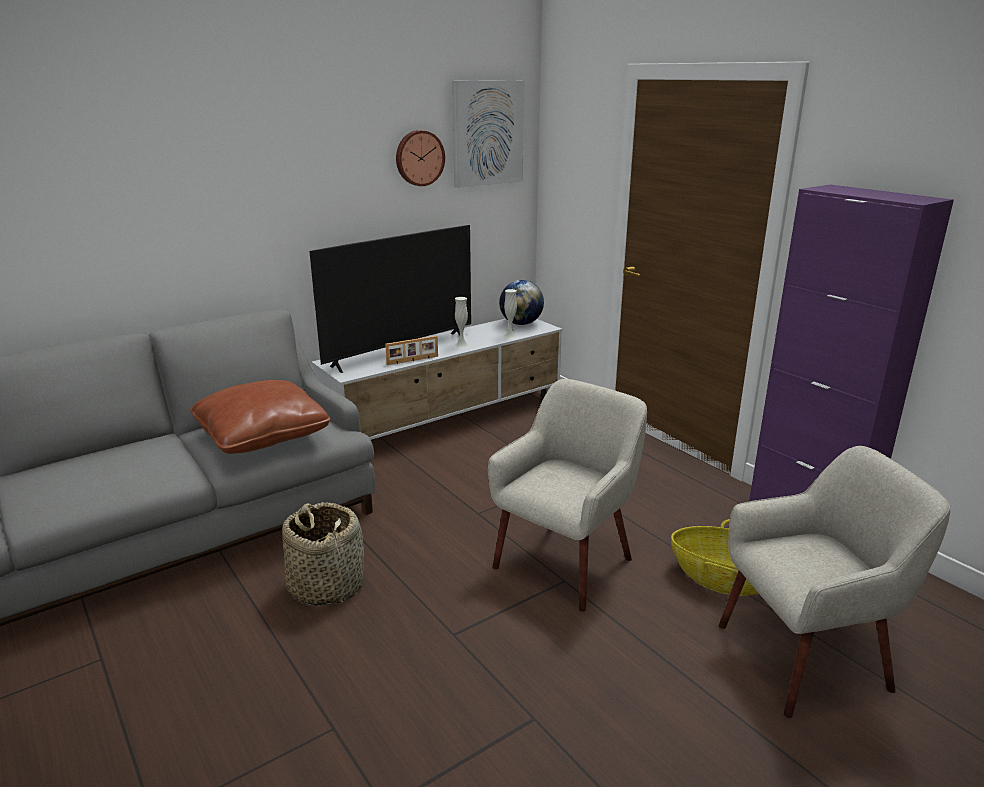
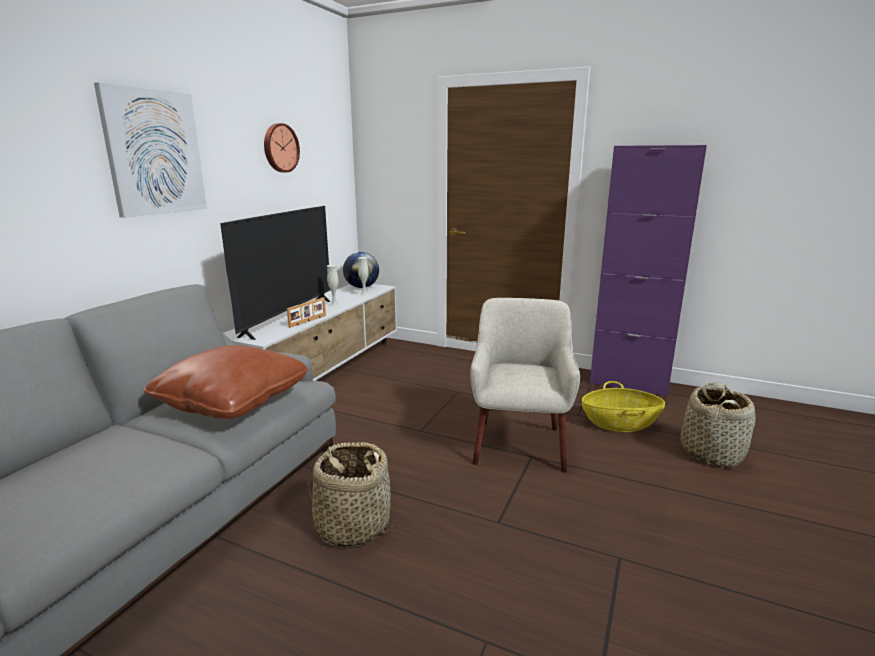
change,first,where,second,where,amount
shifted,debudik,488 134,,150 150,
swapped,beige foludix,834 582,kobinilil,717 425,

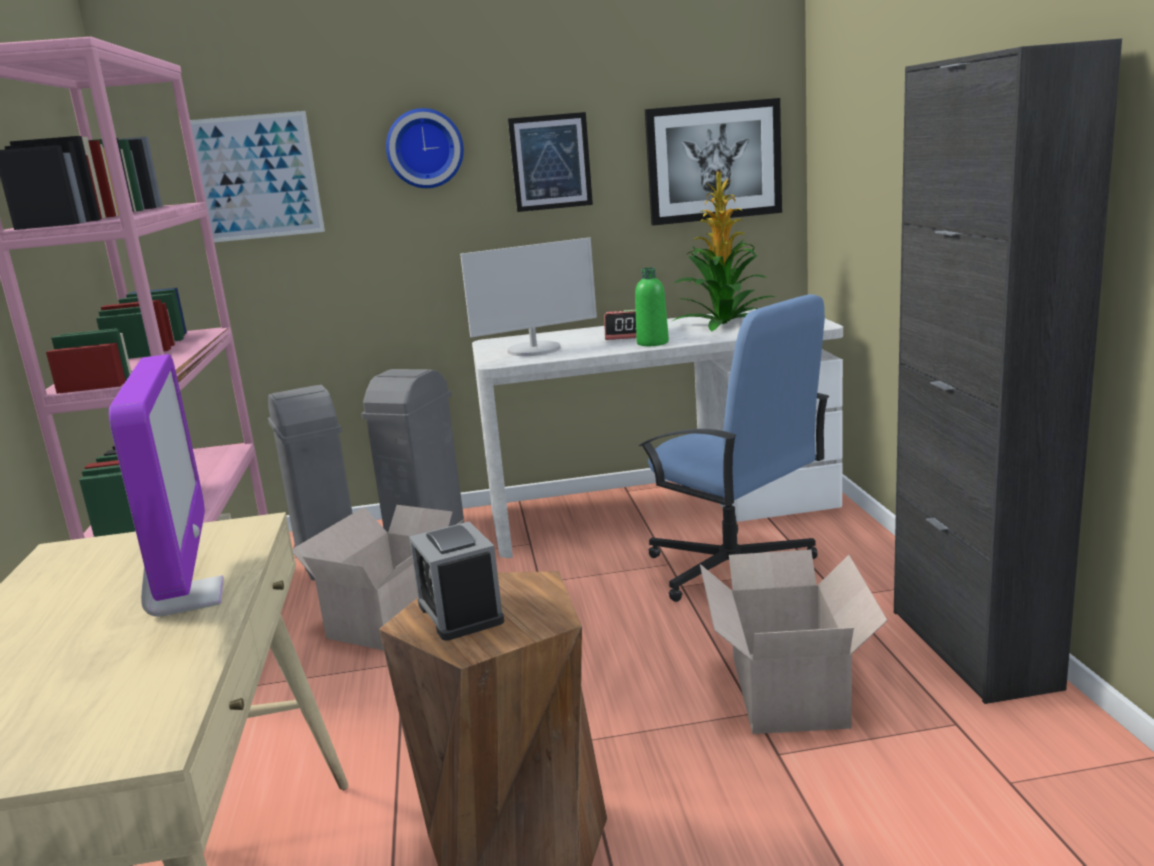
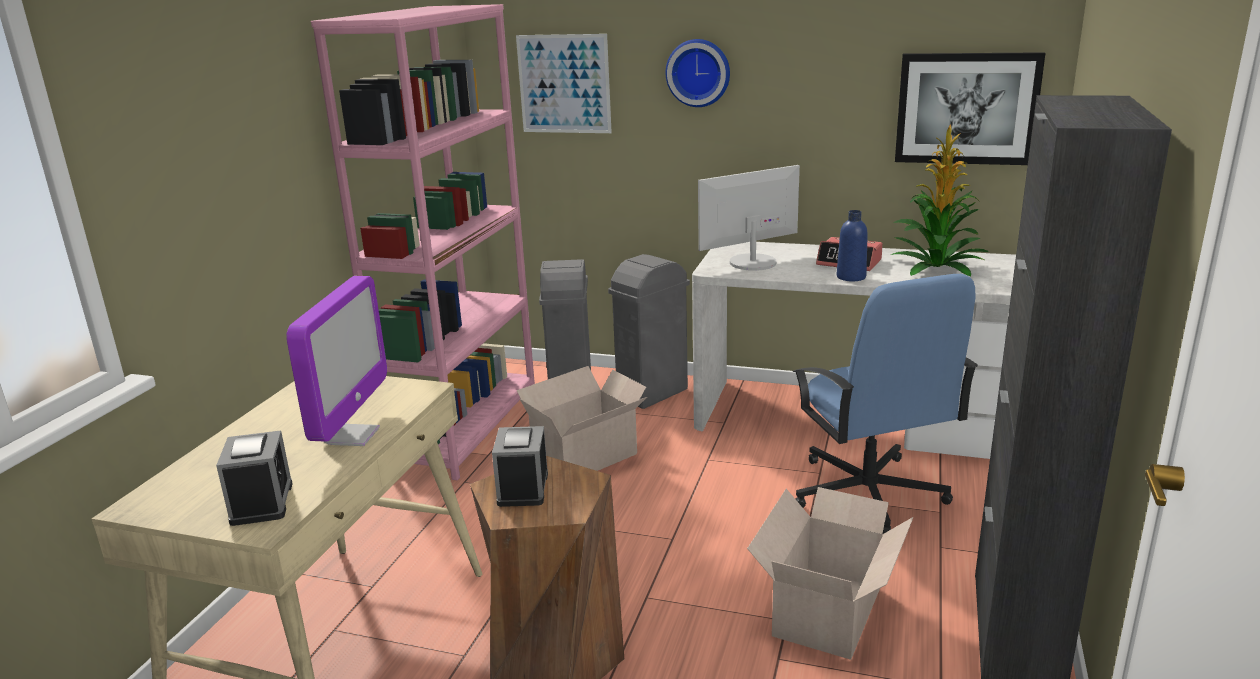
change,first,where,second,where,amount
rotated,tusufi,528 296,,749 218,150 degrees clockwise
gone,debudik,550 162,,,
repainted,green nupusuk,652 306,blue nupusuk,852 245,
new,,,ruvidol,254 478,

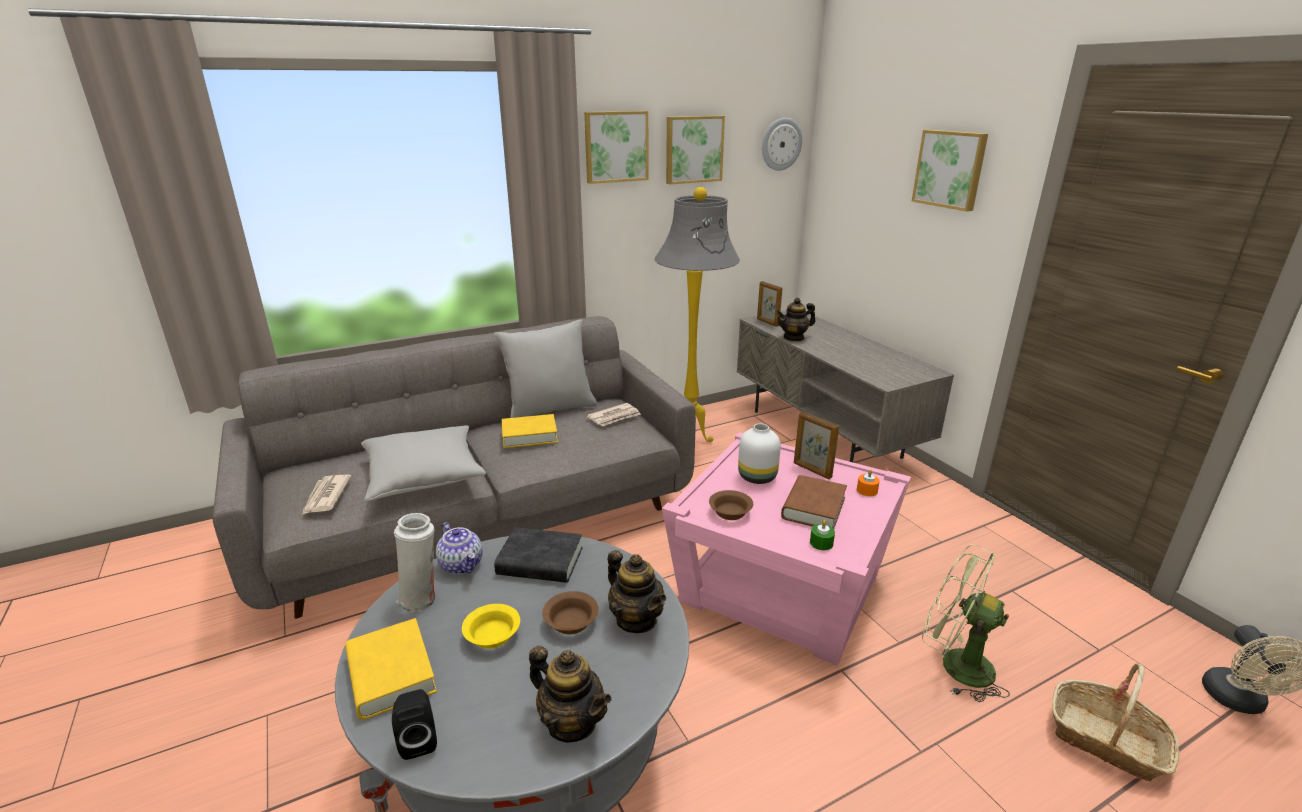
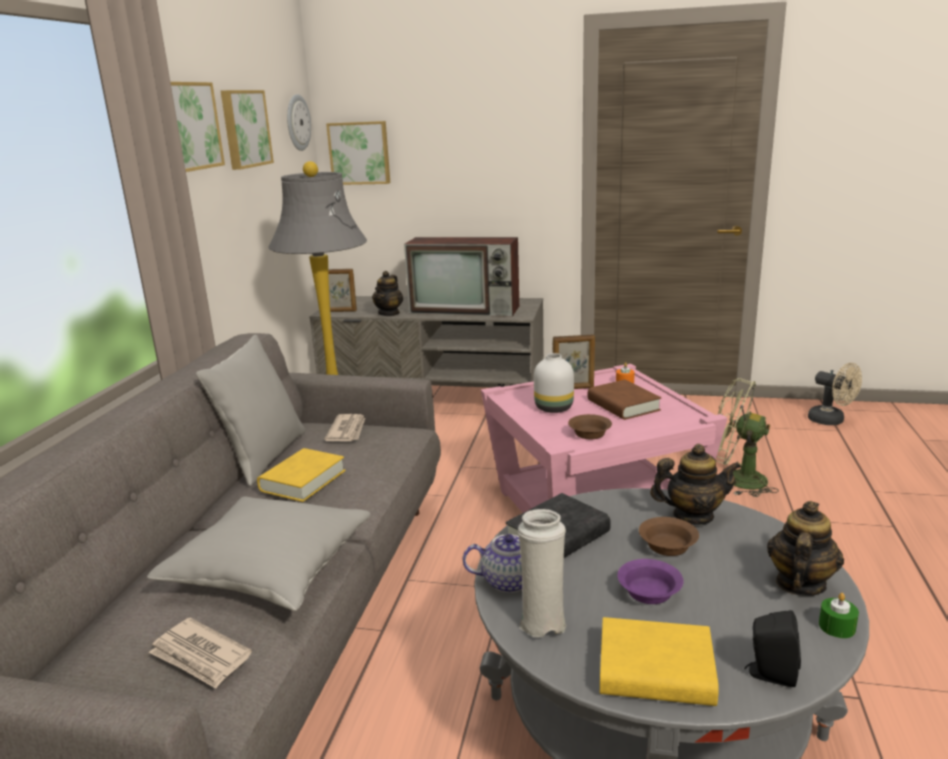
change,first,where,second,where,amount
repainted,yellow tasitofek,491 626,purple tasitofek,650 581,
rotated,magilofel,570 693,,805 548,45 degrees counterclockwise
shifted,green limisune,822 535,,839 615,
shifted,debudik,950 170,,358 153,
rotated,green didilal,966 623,,747 437,45 degrees clockwise
gone,kobinilil,1115 722,,,
new,,,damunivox,461 277,

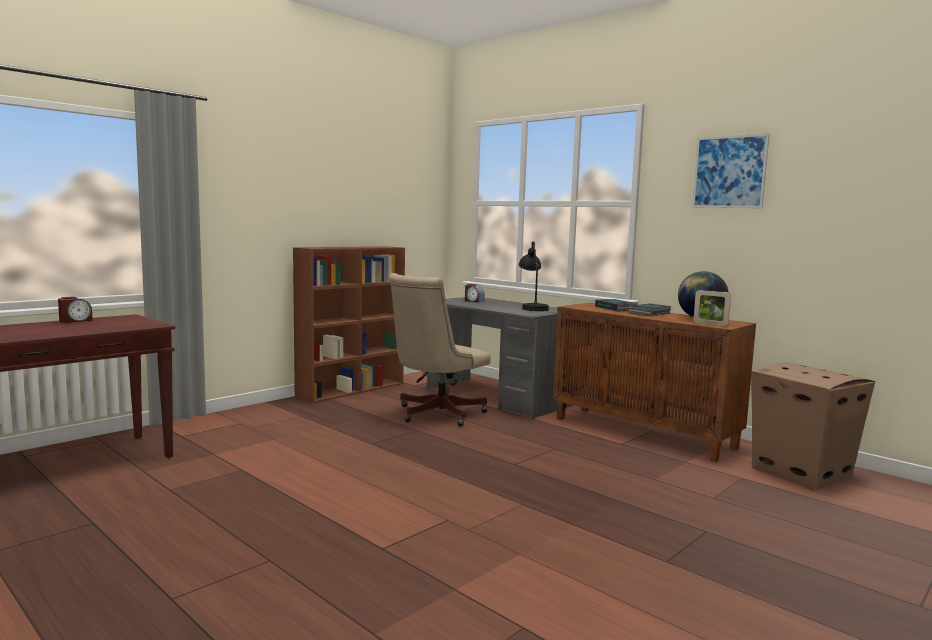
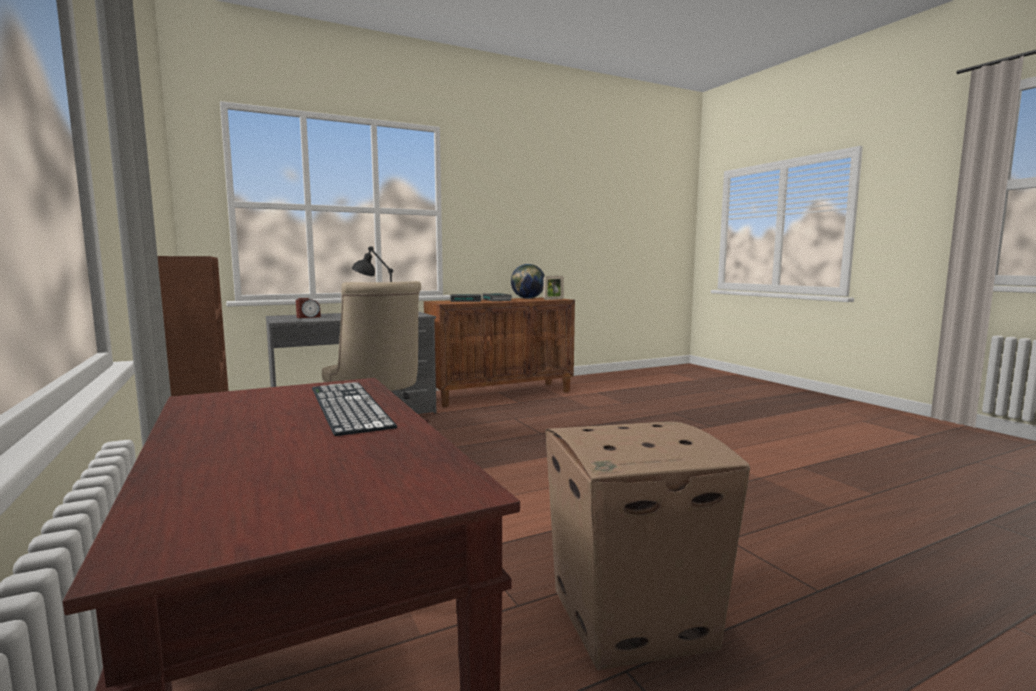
change,first,where,second,where,amount
gone,ruvidol,75 310,,,
gone,debudik,731 170,,,
shifted,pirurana,813 426,,647 545,
new,,,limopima,354 409,

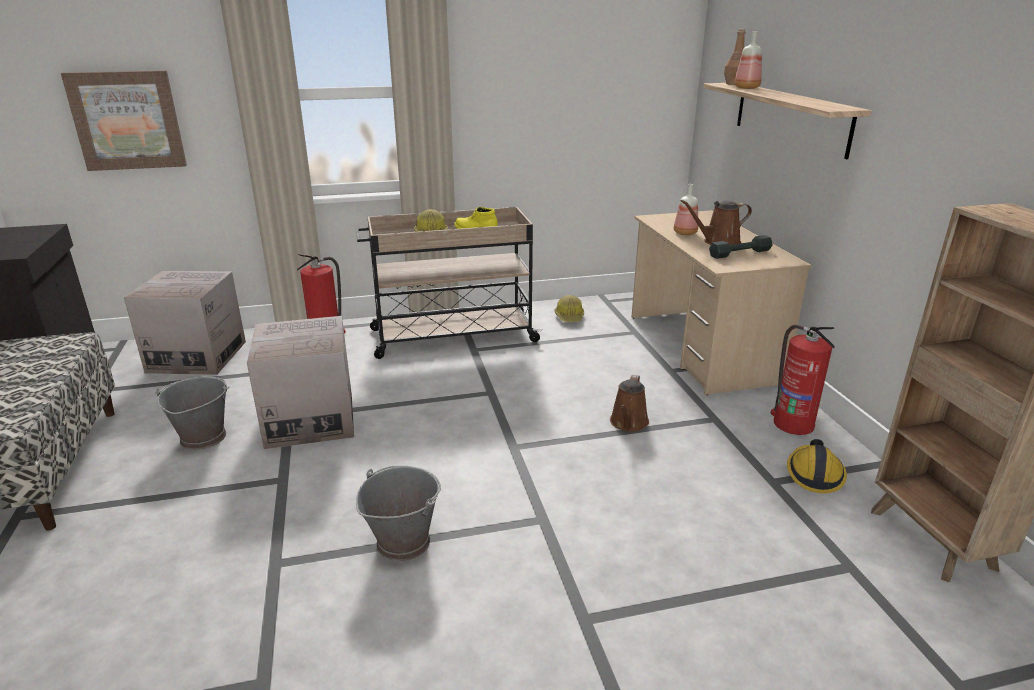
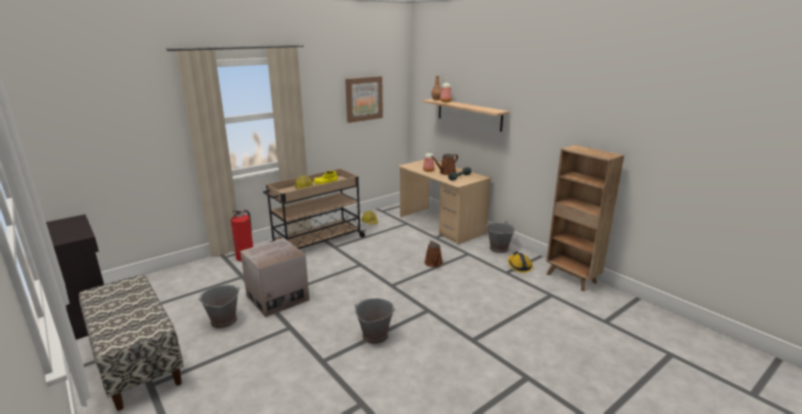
change,first,where,second,where,amount
shifted,debudik,124 120,,364 99,
gone,pirurana,185 323,,,
swapped,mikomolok,803 379,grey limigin,501 237,

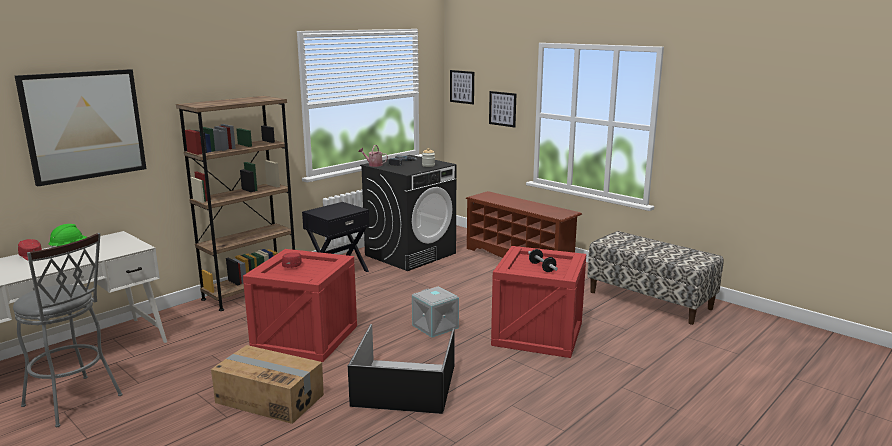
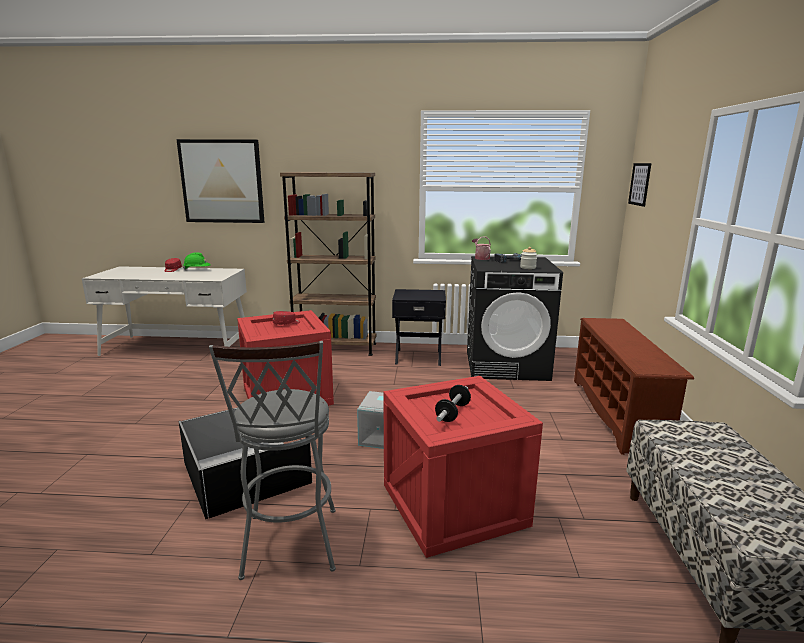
change,first,where,second,where,amount
shifted,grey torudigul,68 330,,272 460,
gone,pirurana,267 384,,,
gone,debudik,502 109,,,

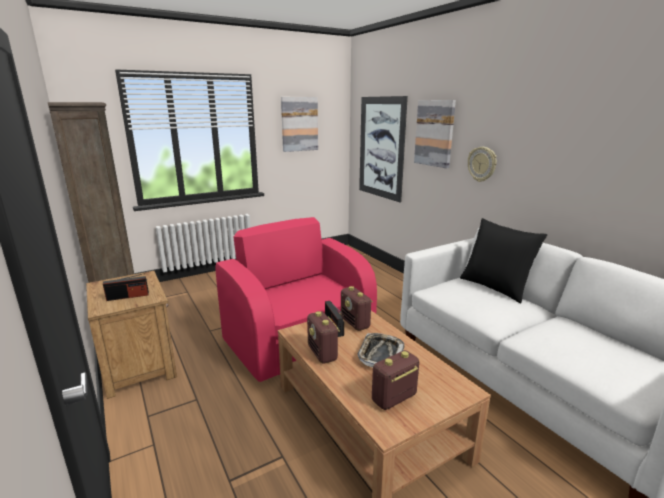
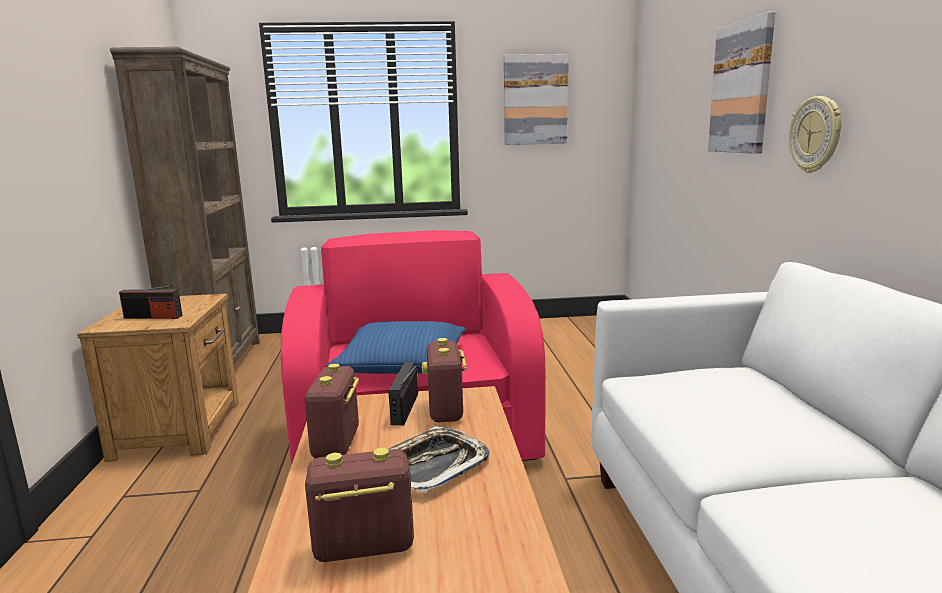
change,first,where,second,where,amount
gone,debudik,383 149,,,
gone,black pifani,503 260,,,
new,,,blue pifani,396 347,

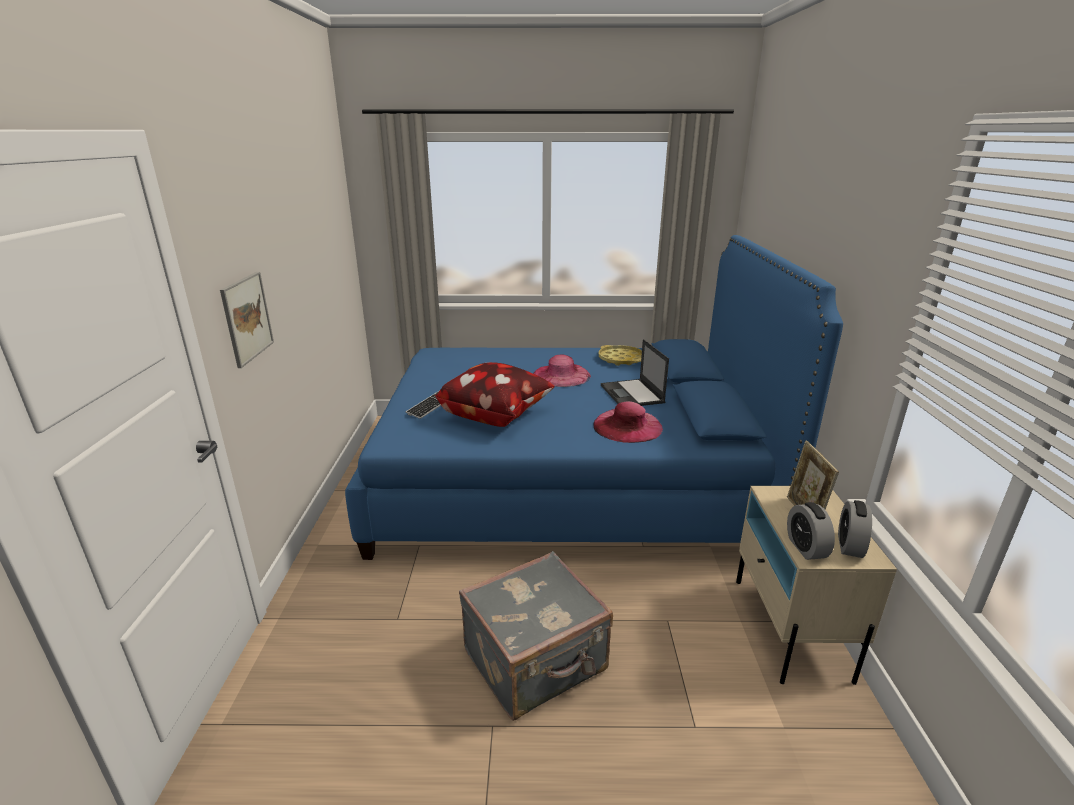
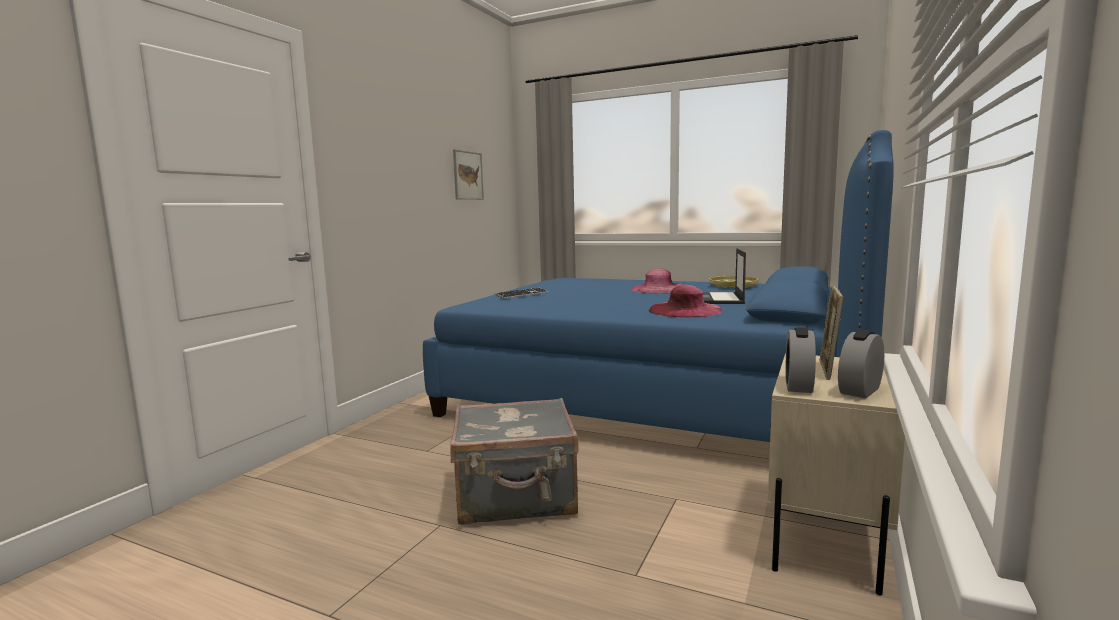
change,first,where,second,where,amount
shifted,debudik,247 320,,468 174,
gone,pifani,495 394,,,

